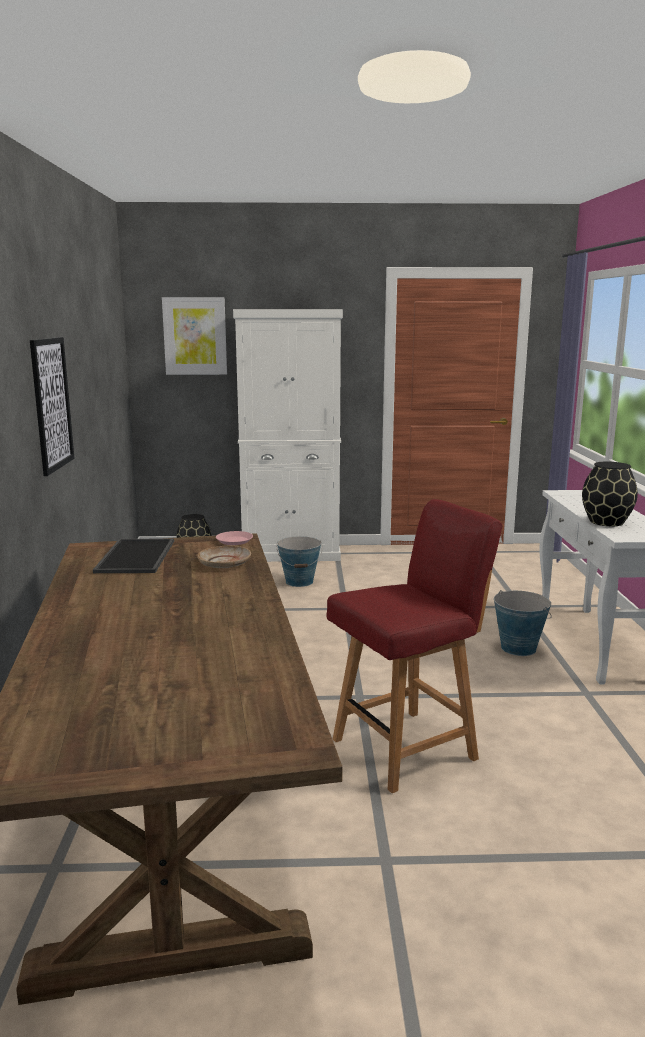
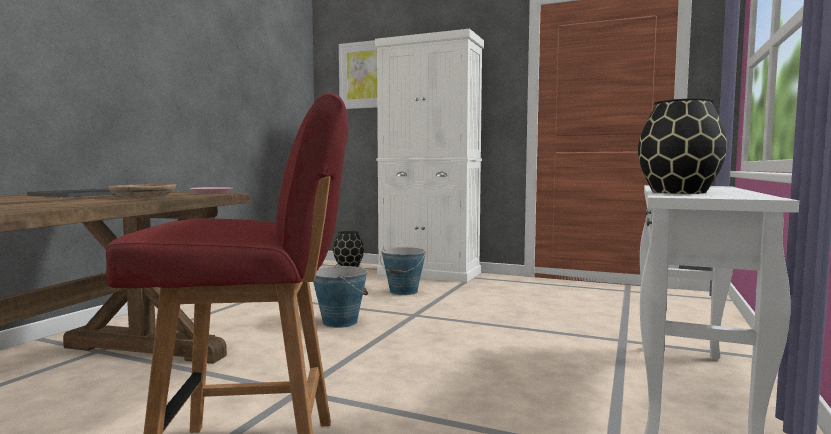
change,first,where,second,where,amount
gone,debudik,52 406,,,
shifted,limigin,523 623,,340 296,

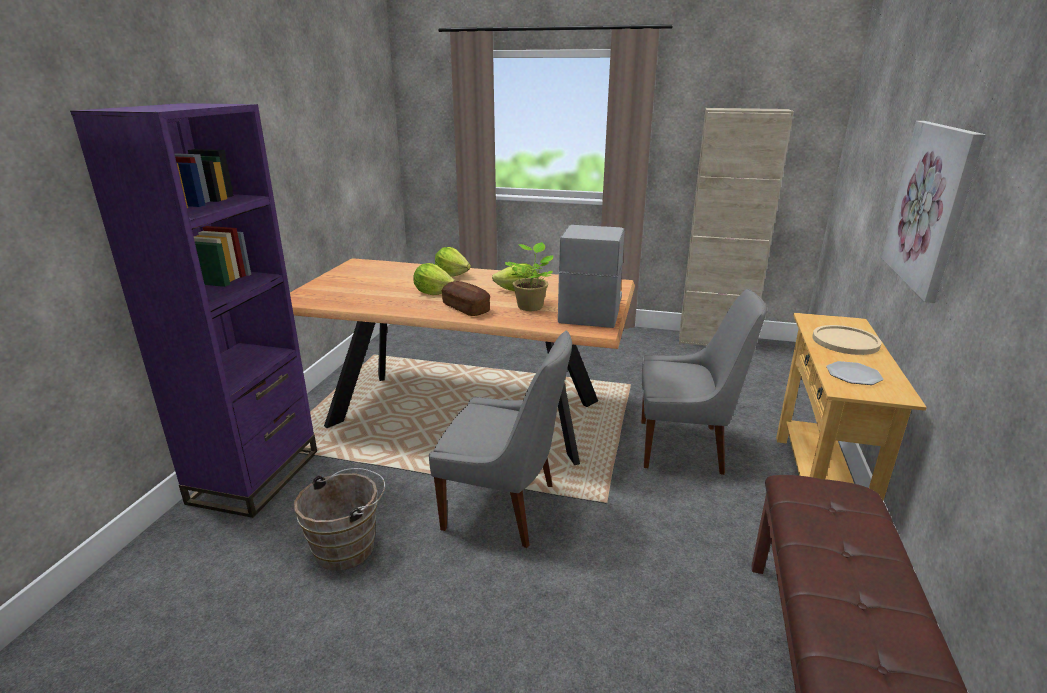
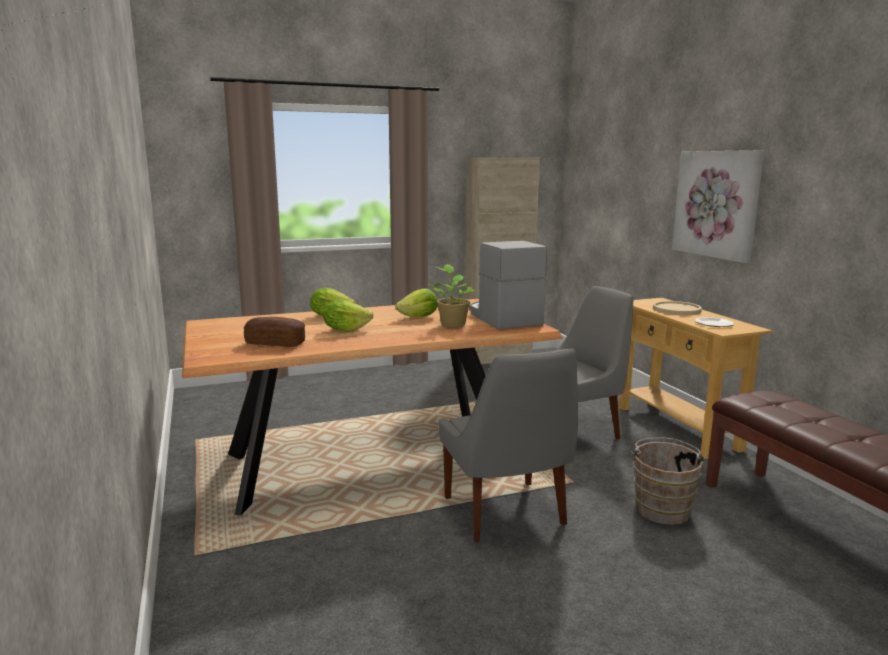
change,first,where,second,where,amount
gone,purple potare,193 310,,,
shifted,brown limigin,339 519,,668 481,
rotated,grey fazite,500 439,,508 445,90 degrees clockwise
shifted,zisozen,466 298,,274 332,

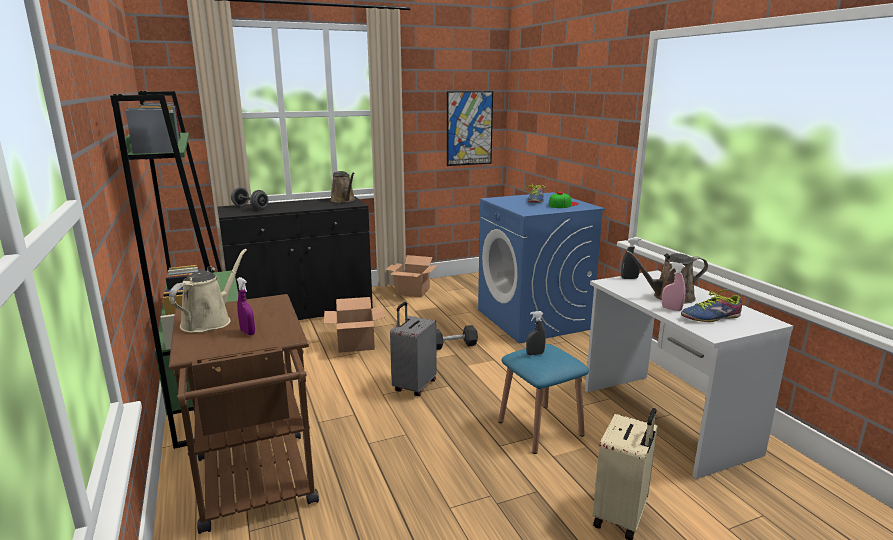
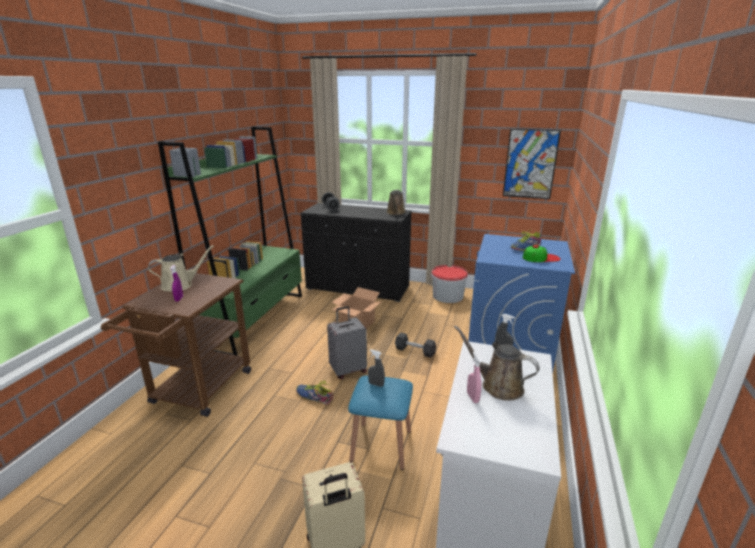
change,first,where,second,where,amount
swapped,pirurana,411 276,limigin,449 284,
shifted,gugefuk,711 305,,314 392,

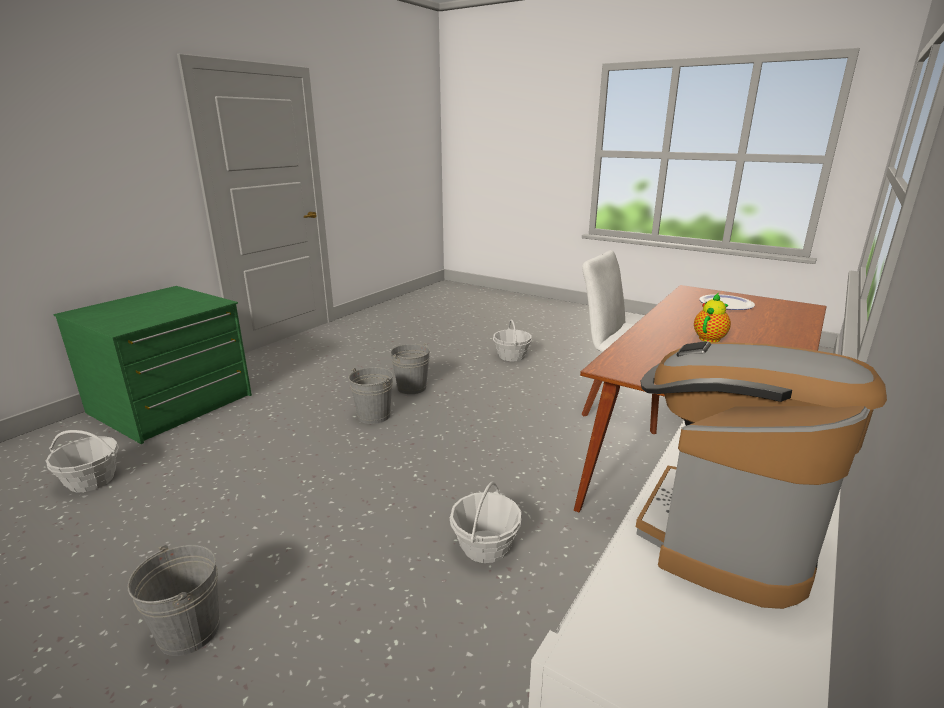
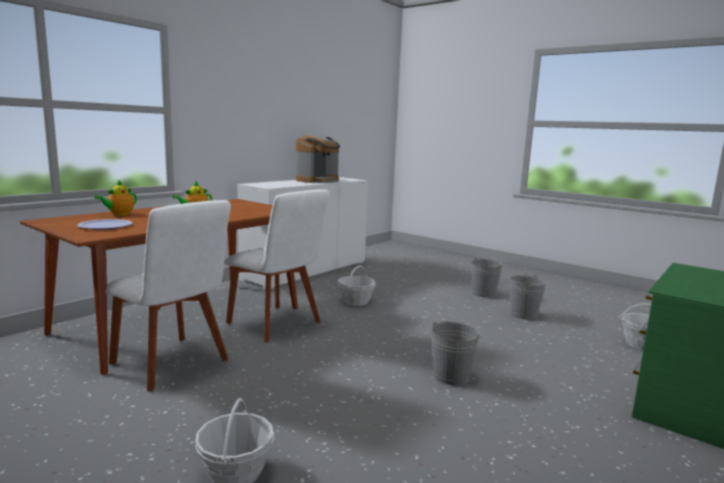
change,first,where,second,where,amount
shifted,grey limigin,410 368,,528 297,
new,,,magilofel,115 197,
new,,,white fazite,277 265,

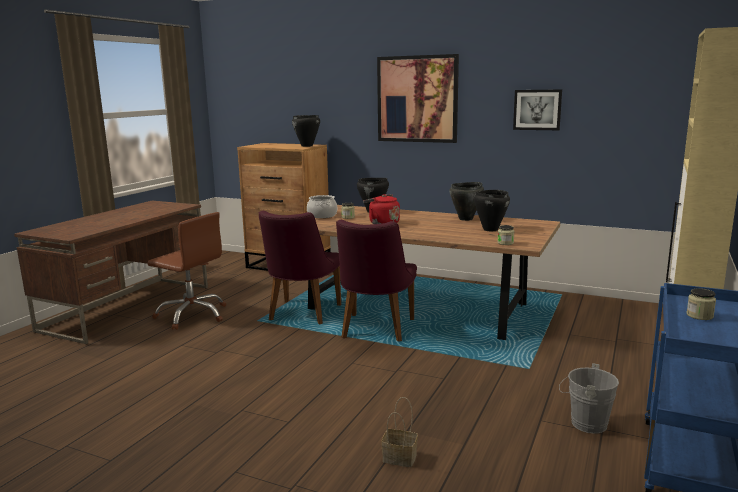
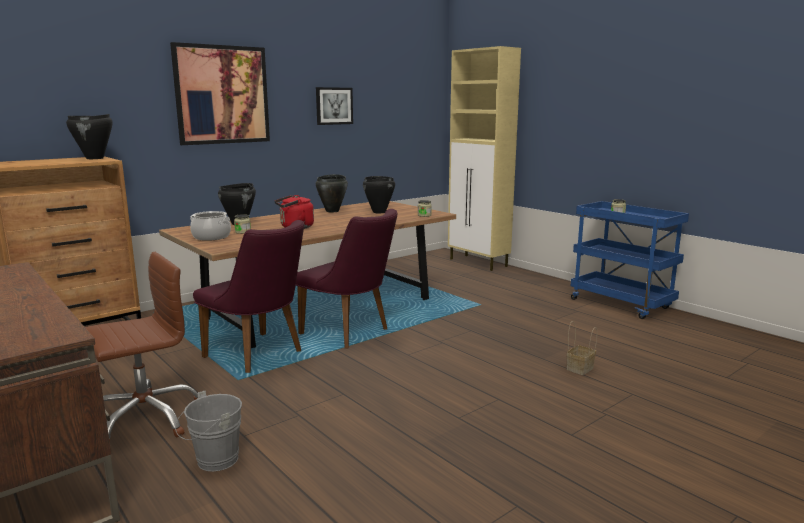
change,first,where,second,where,amount
shifted,grey limigin,589 398,,208 431,

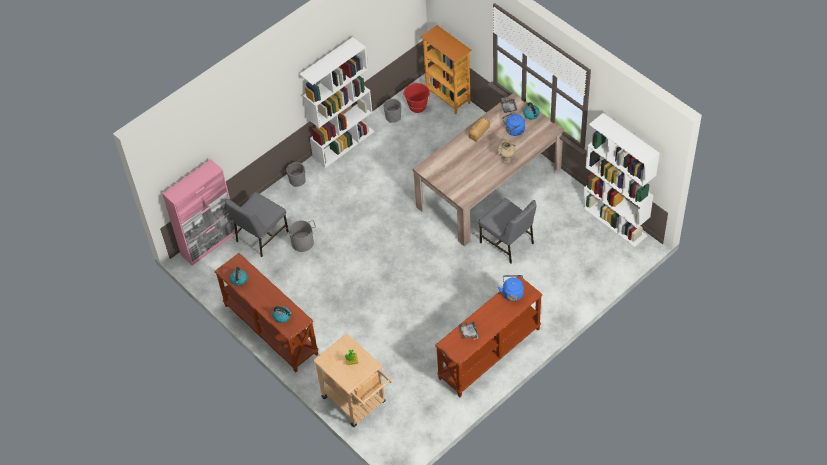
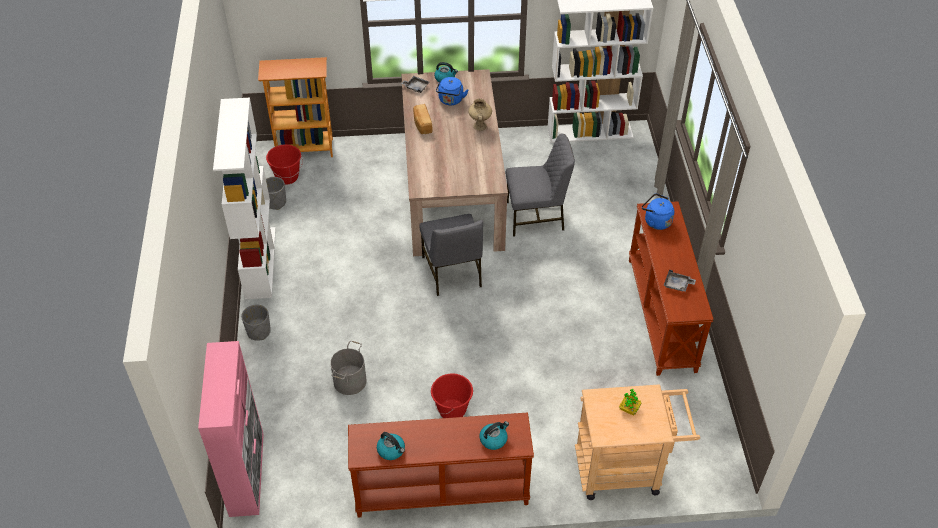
change,first,where,second,where,amount
shifted,grey fazite,257 224,,451 255,
new,,,red limigin,452 395,

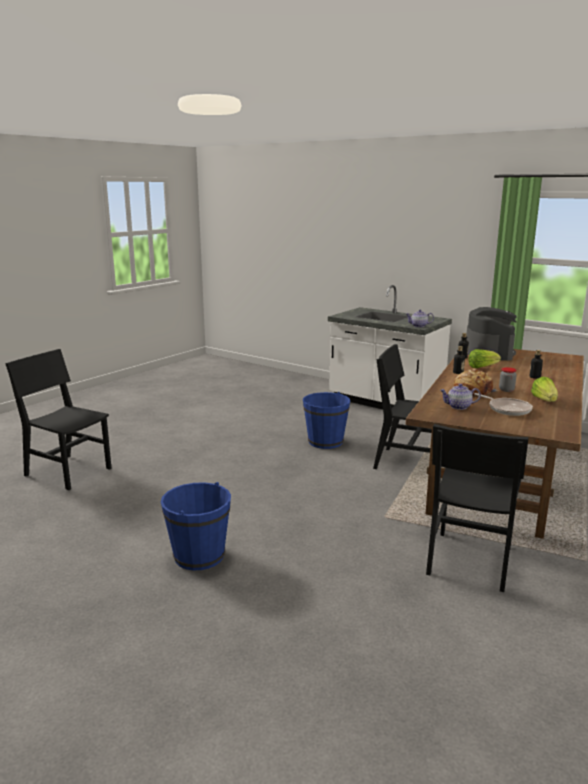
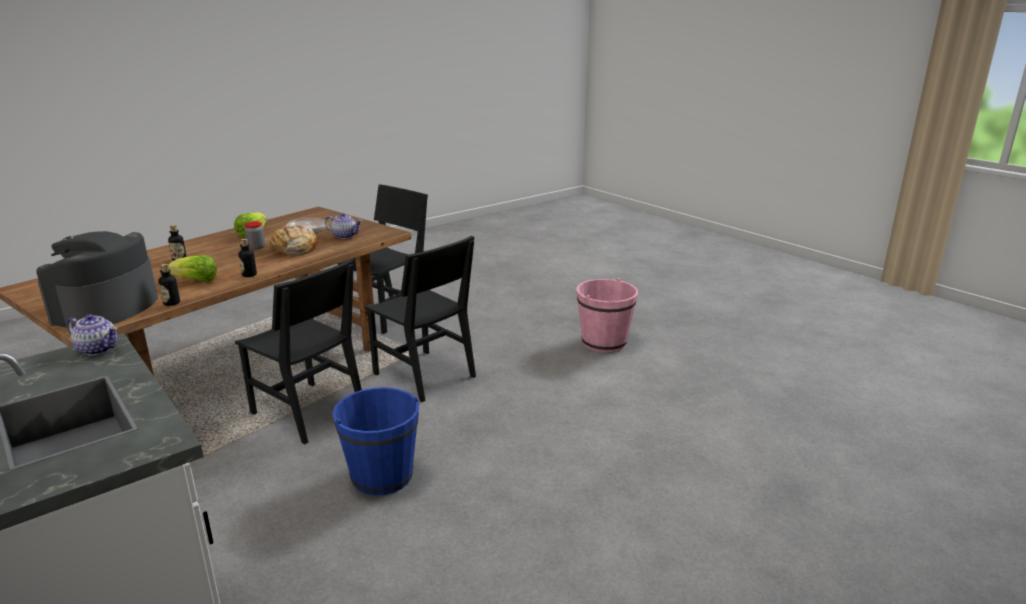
change,first,where,second,where,amount
shifted,black fazite,58 419,,420 319,
repainted,blue limigin,196 526,pink limigin,607 315,

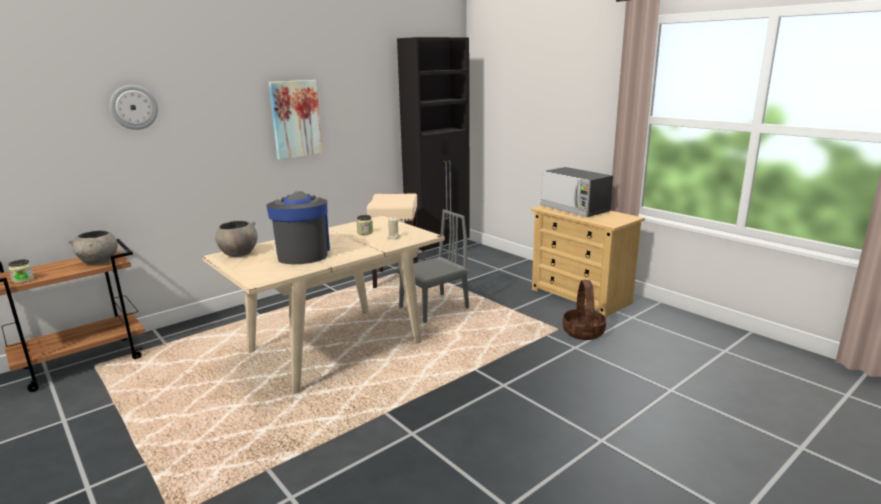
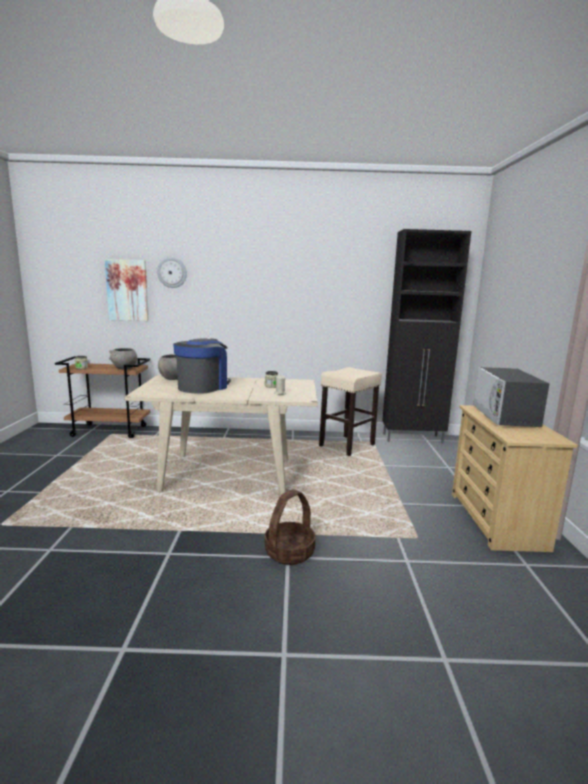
change,first,where,second,where,amount
shifted,debudik,296 120,,127 290,
gone,grey fazite,432 266,,,
shifted,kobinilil,584 310,,290 527,

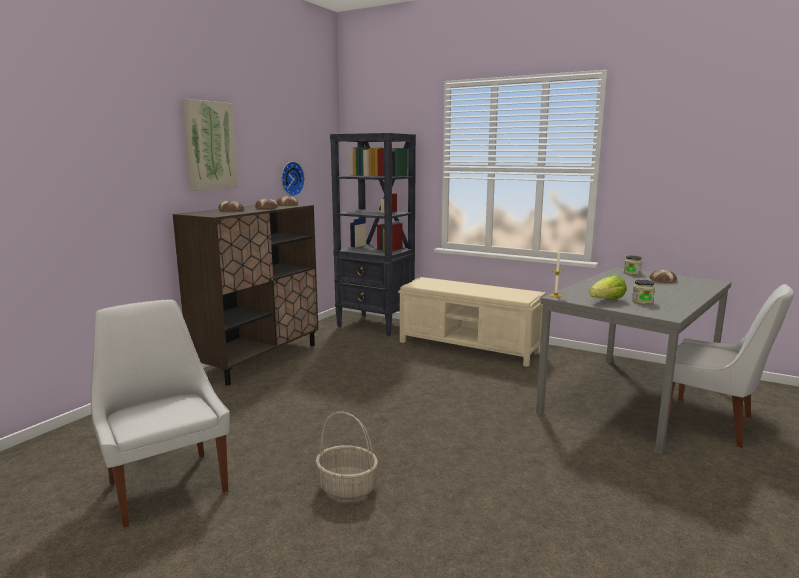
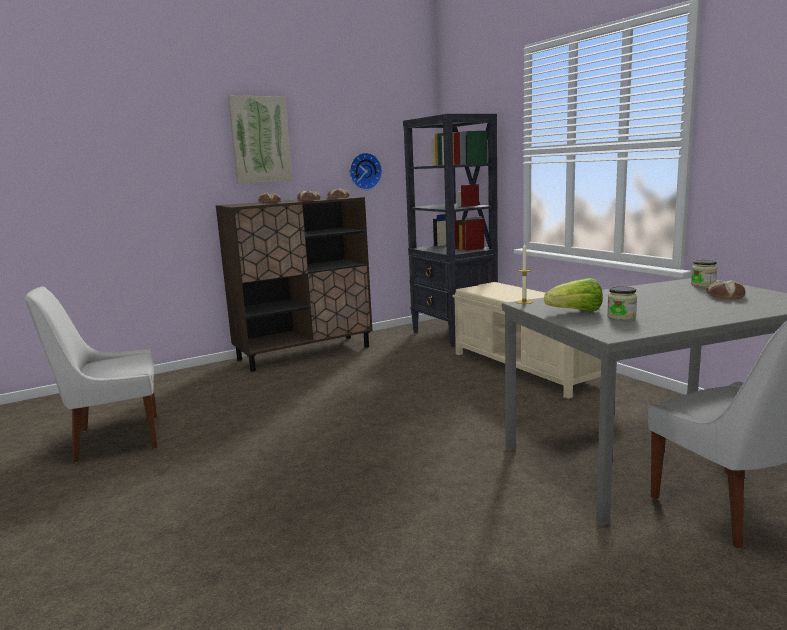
change,first,where,second,where,amount
rotated,white fazite,160 413,,91 374,105 degrees counterclockwise
gone,kobinilil,346 456,,,

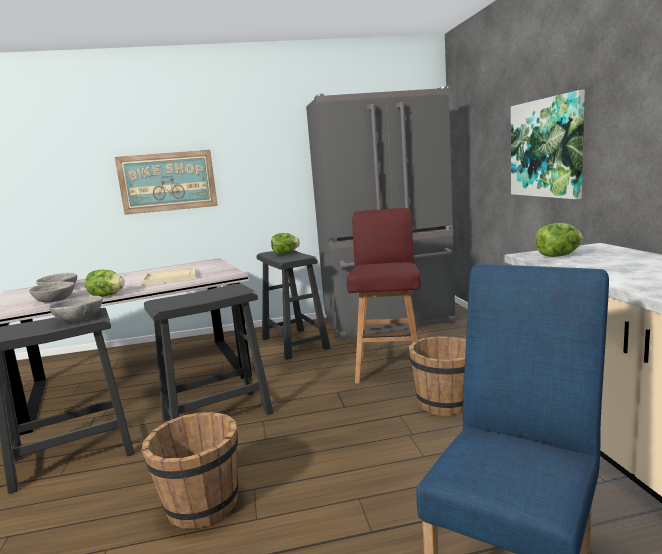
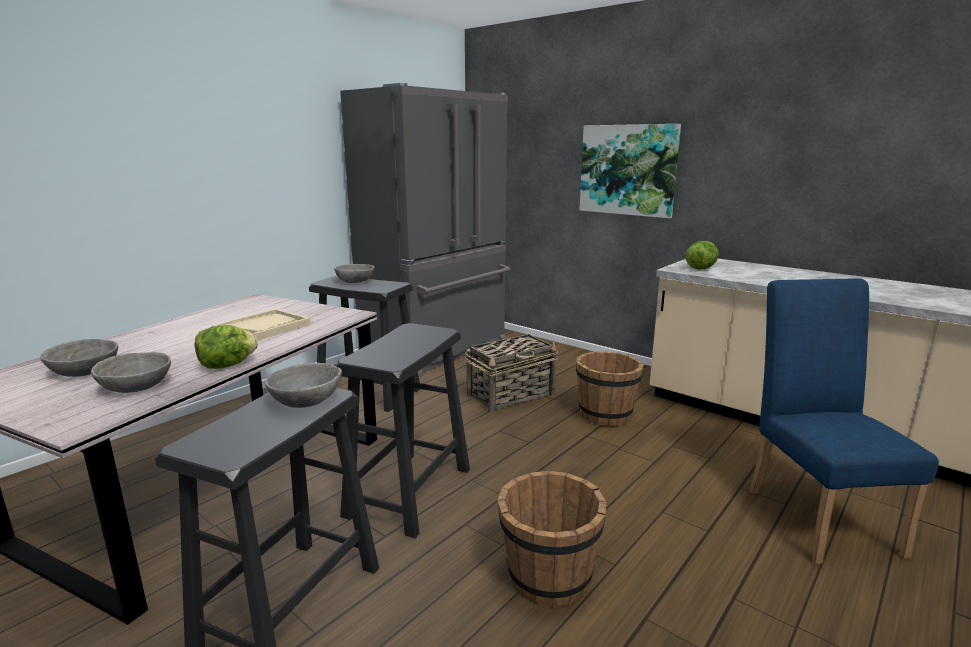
change,first,where,second,where,amount
gone,debudik,166 182,,,
swapped,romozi,285 243,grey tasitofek,354 273,
swapped,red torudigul,384 296,kobinilil,511 373,

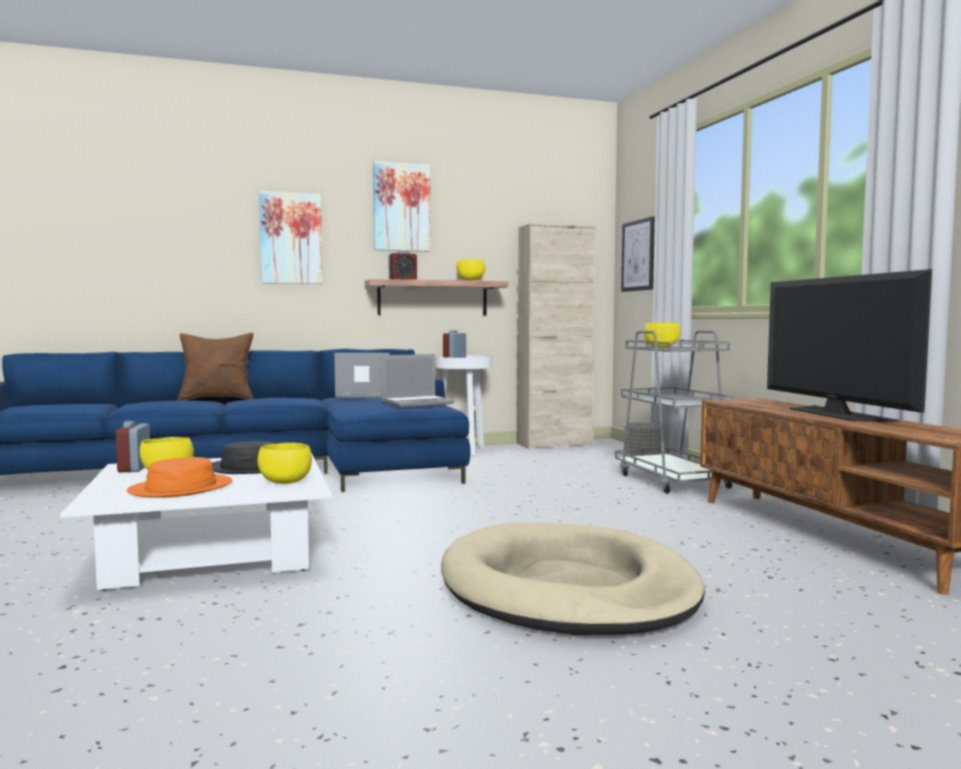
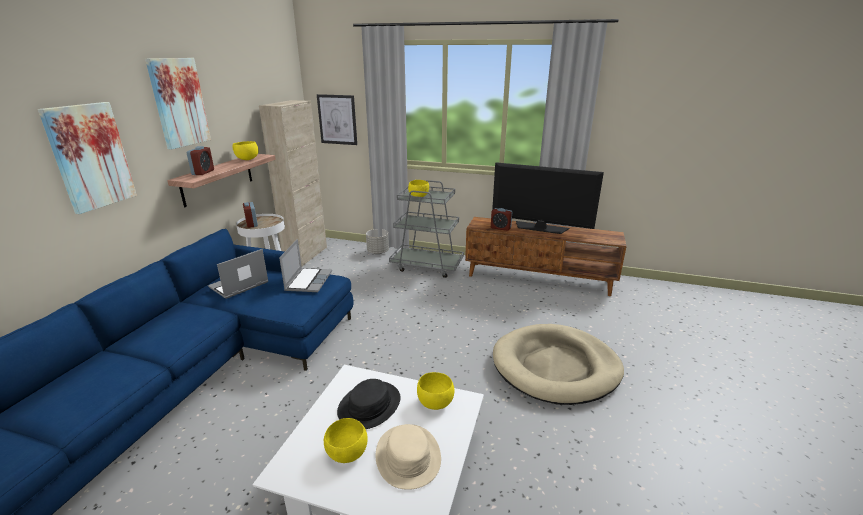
change,first,where,second,where,amount
shifted,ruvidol,133 446,,501 219,
repainted,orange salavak,180 477,beige salavak,408 457,
gone,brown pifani,215 367,,,

